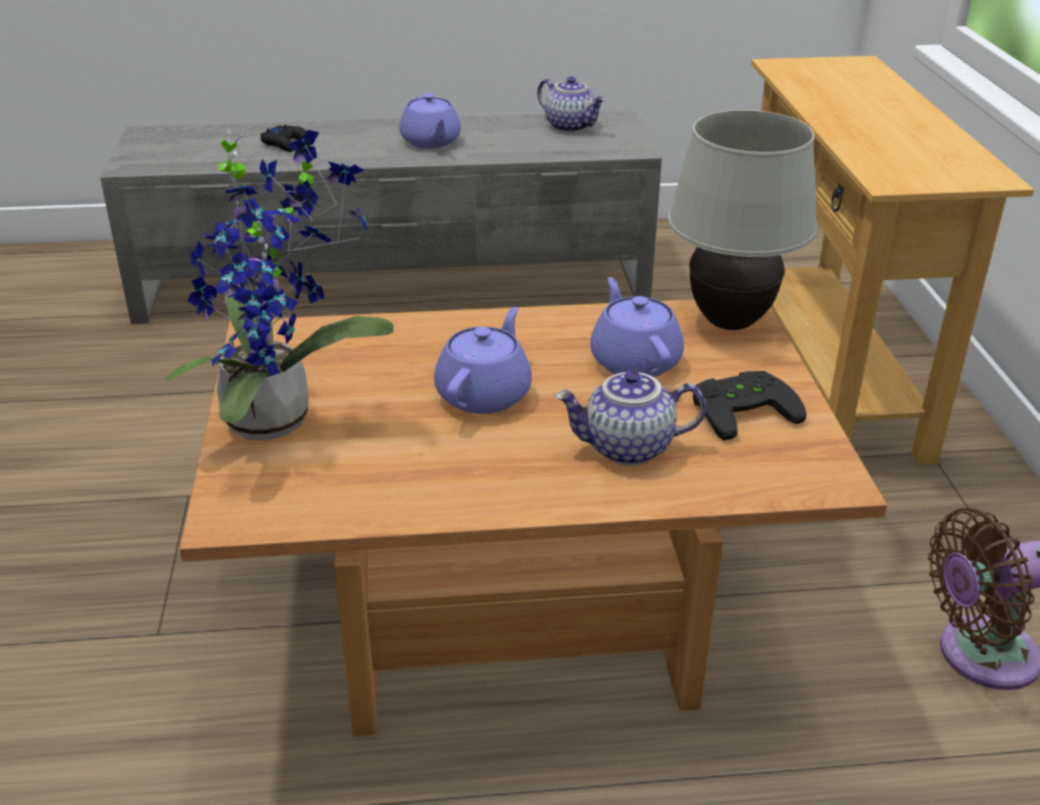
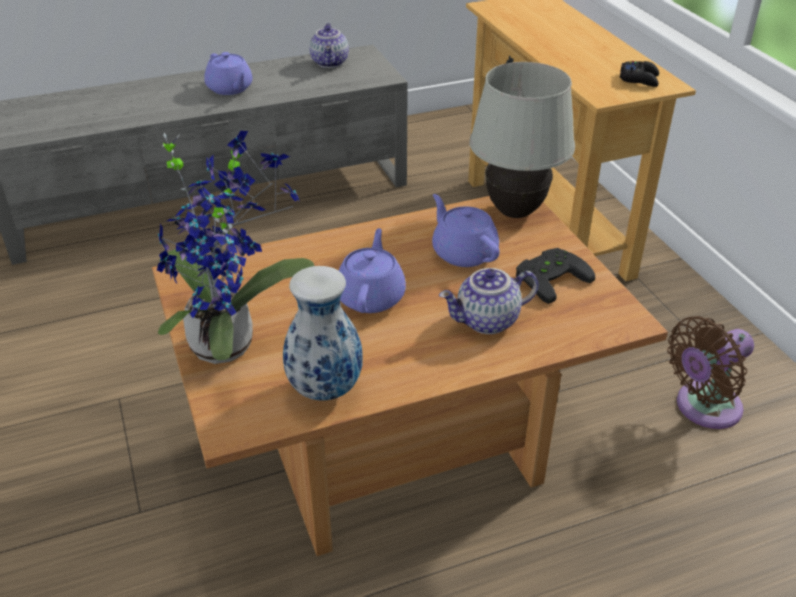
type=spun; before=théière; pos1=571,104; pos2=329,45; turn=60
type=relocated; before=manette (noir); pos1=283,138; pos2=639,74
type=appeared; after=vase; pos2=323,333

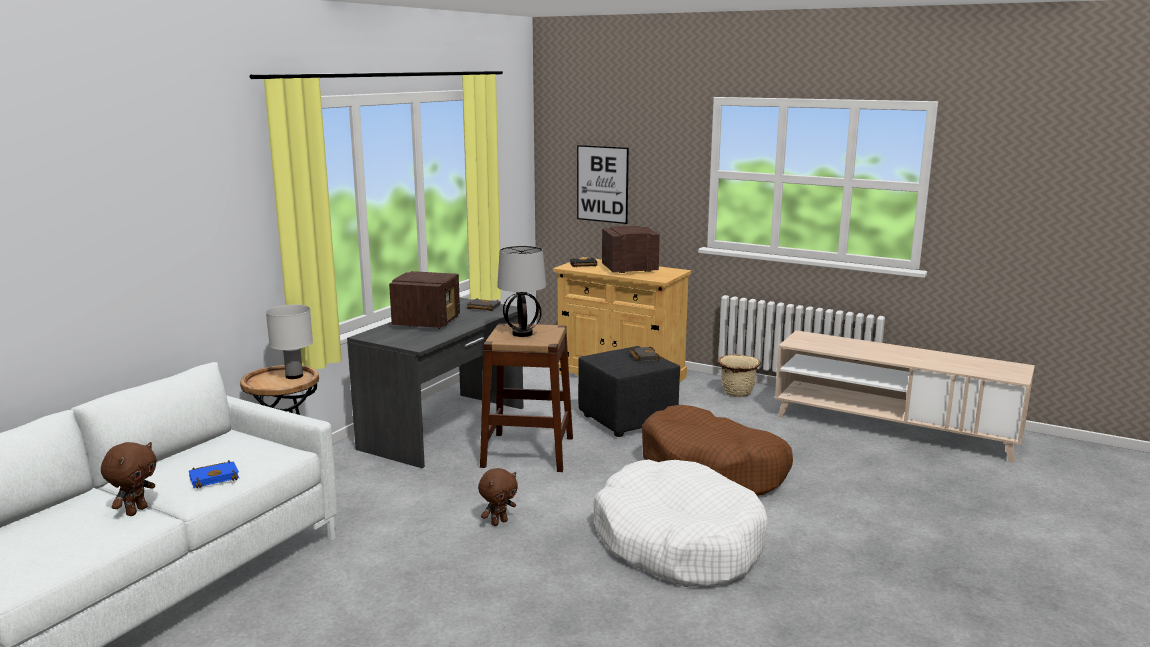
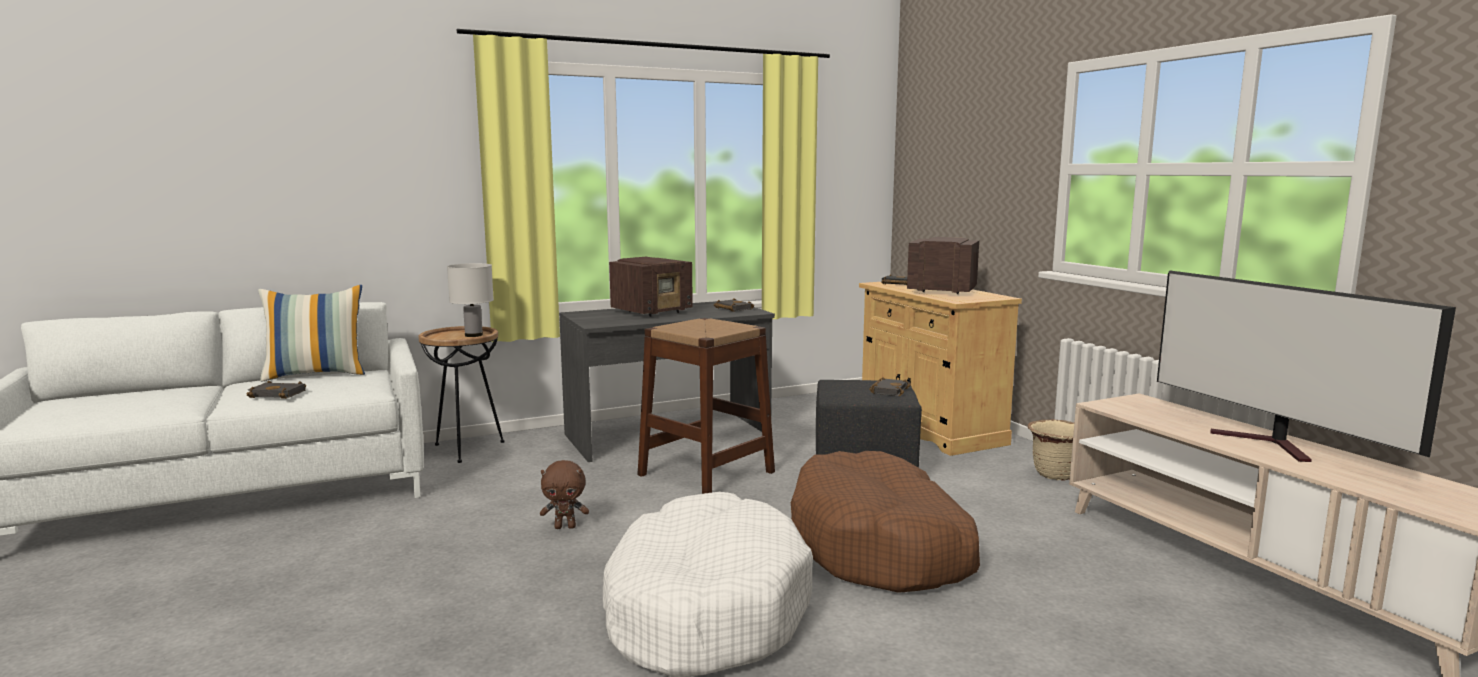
type=missing; before=tableau; pos1=603,184
type=missing; before=lampe de table; pos1=521,291
type=missing; before=peluche (marron); pos1=129,479
type=colour; before=livre (bleu); after=livre (noir); pos1=214,474; pos2=276,389
type=appeared; after=téléviseur; pos2=1306,366
type=appeared; after=coussin; pos2=311,333

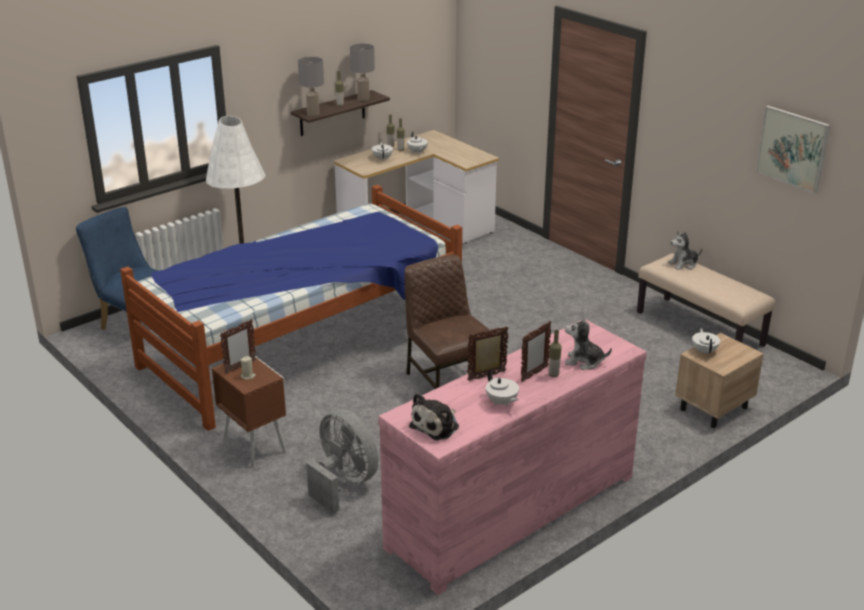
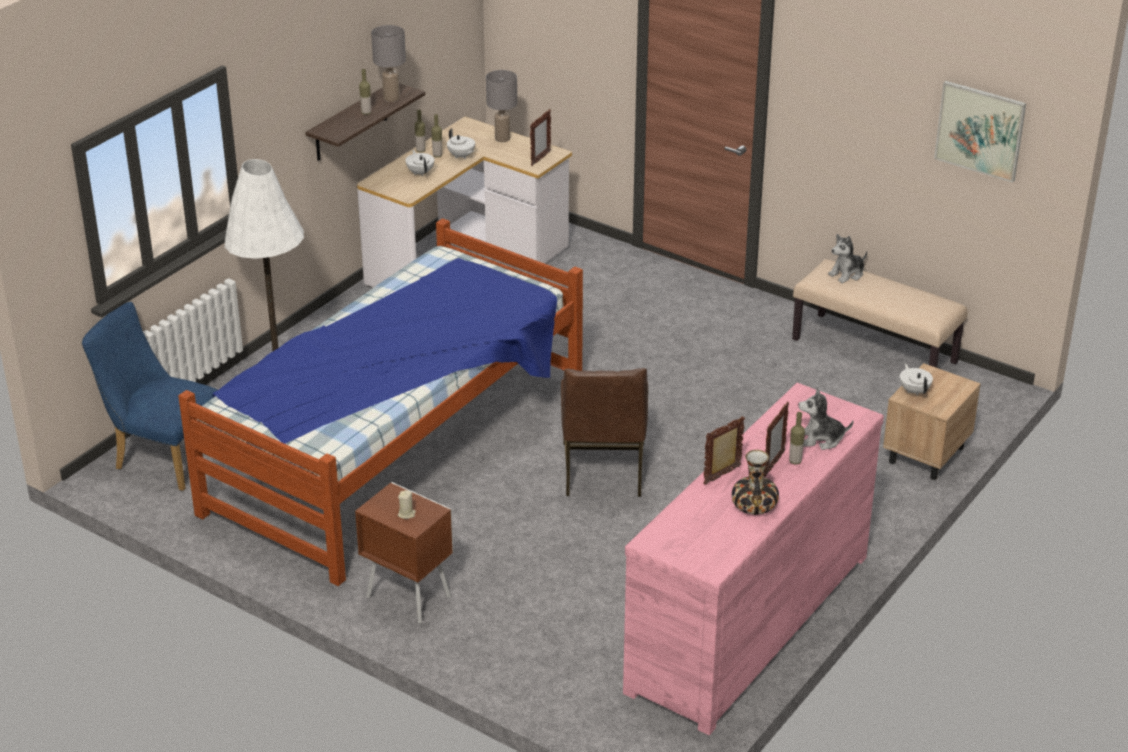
type=relocated; before=lampe de table (gris); pos1=311,86; pos2=501,106
type=spun; before=chaise (marron); pos1=448,321; pos2=604,432; turn=-135
type=relocated; before=cadre photo; pos1=238,346; pos2=540,137
type=exchanged; before=théière (blanc); after=vase; pos1=502,387; pos2=755,482
type=missing; before=peluche; pos1=434,416
type=missing; before=ventilateur (gris); pos1=342,461

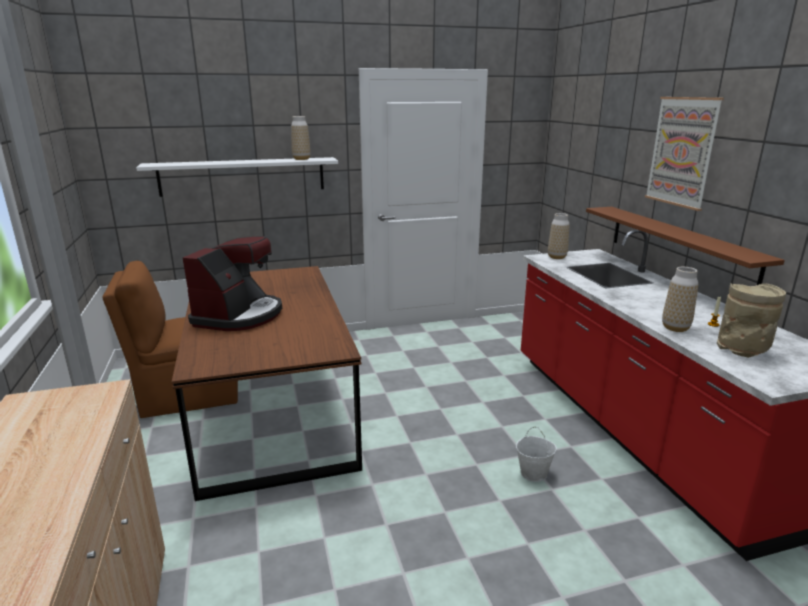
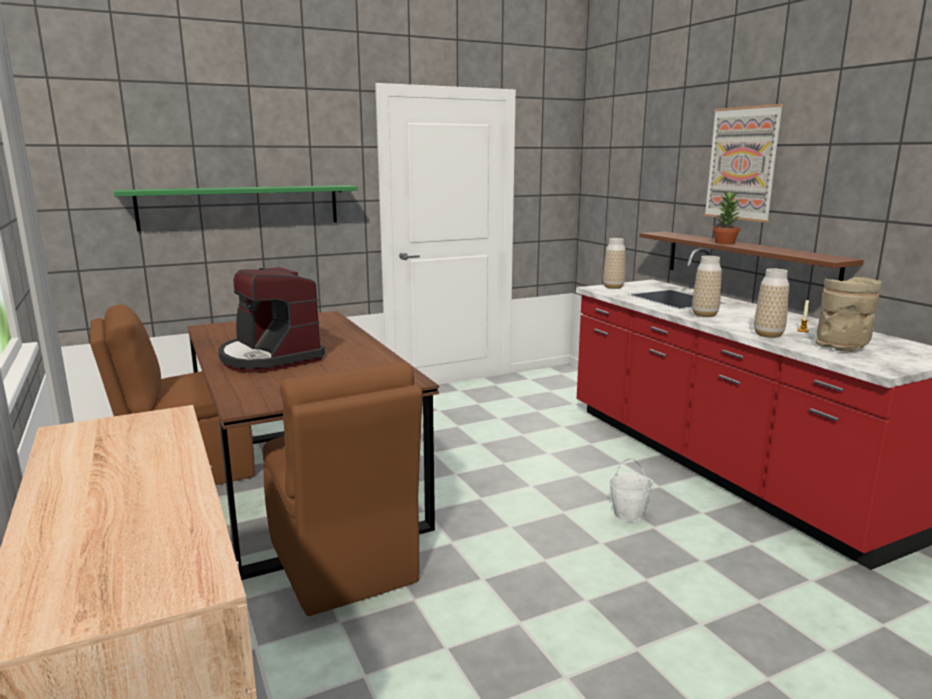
type=relocated; before=vase; pos1=300,138; pos2=707,286
type=colour; before=étagère (blanc); after=étagère (vert); pos1=237,177; pos2=235,208
type=spun; before=machine à café; pos1=232,283; pos2=271,320; turn=135
type=appeared; after=plante en pot; pos2=727,217
type=appeared; after=chaise (marron); pos2=342,489

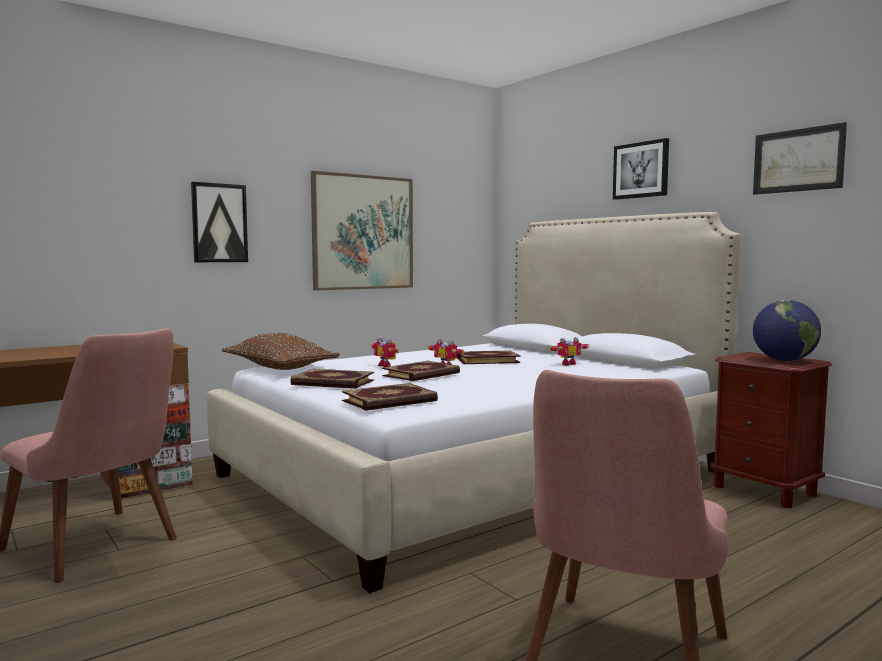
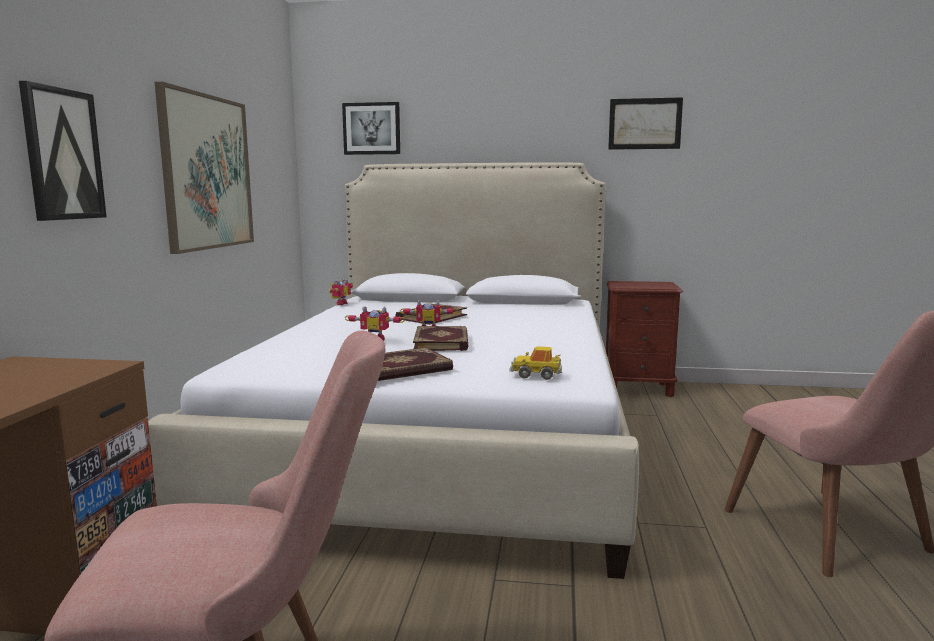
type=relocated; before=tableau; pos1=641,169; pos2=371,128
type=missing; before=globe; pos1=787,330
type=missing; before=coussin (marron); pos1=280,351
type=relocated; before=robot jouet; pos1=569,351; pos2=341,291
type=exchanged; before=livre; after=petite voiture; pos1=390,397; pos2=535,363

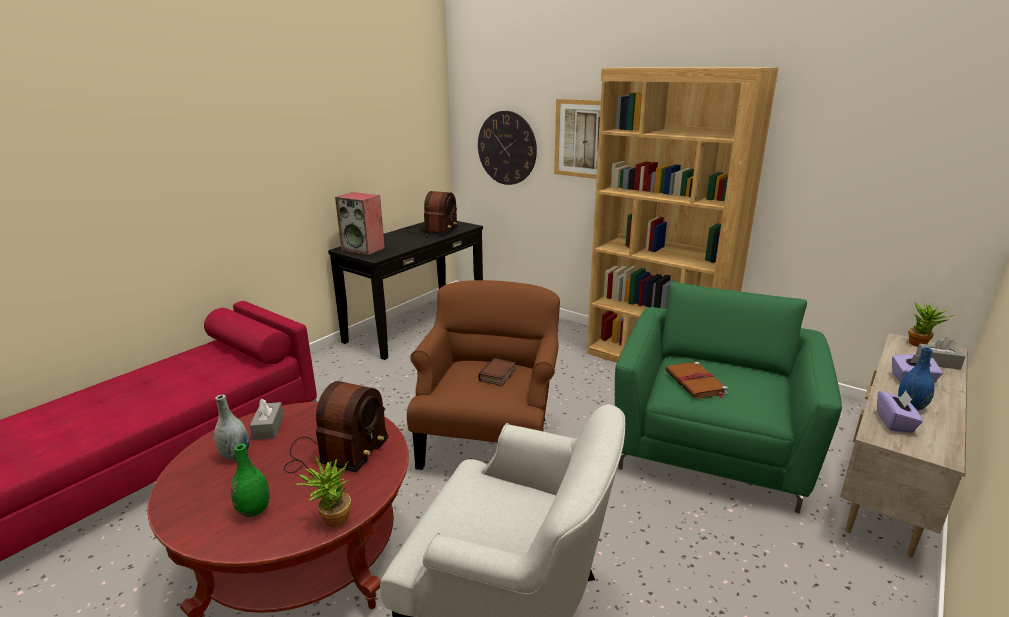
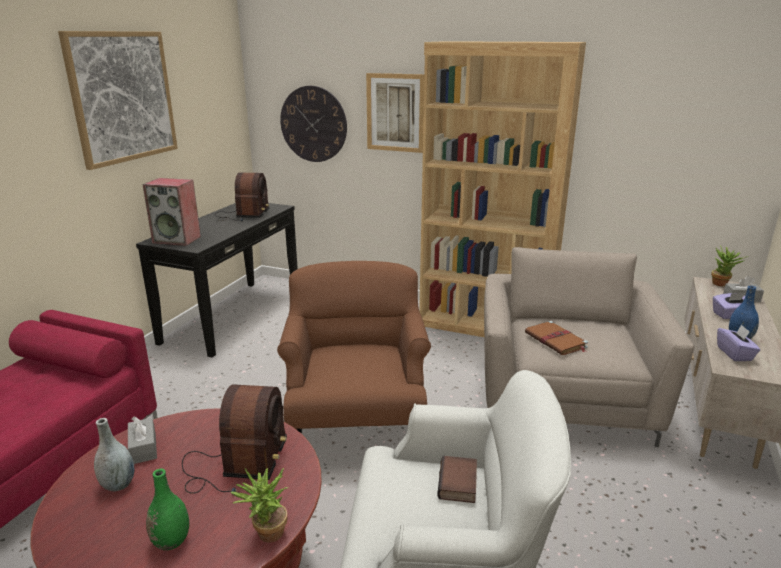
type=colour; before=fauteuil (vert); after=fauteuil (beige); pos1=728,397; pos2=589,347
type=relocated; before=livre; pos1=497,372; pos2=457,479
type=appeared; after=tableau; pos2=118,100

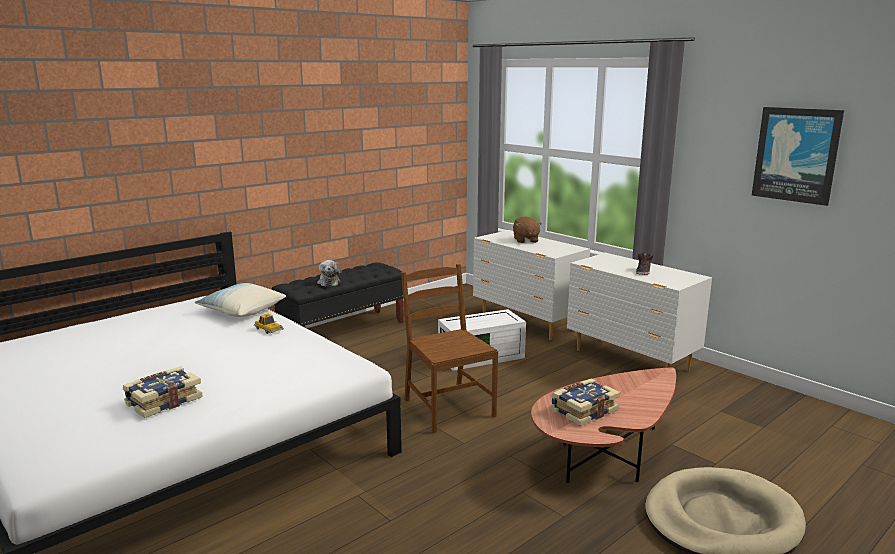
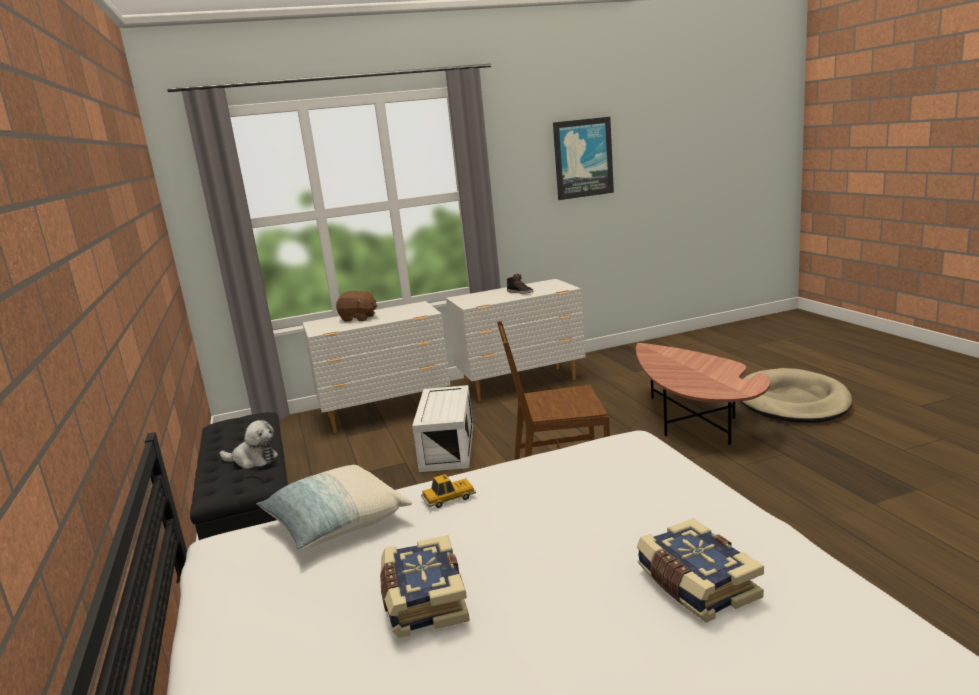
type=relocated; before=livre; pos1=585,402; pos2=425,586

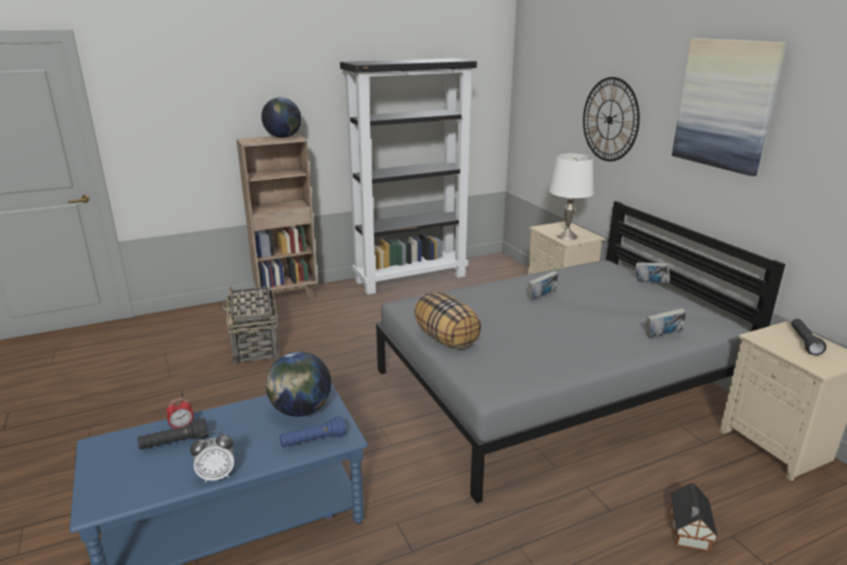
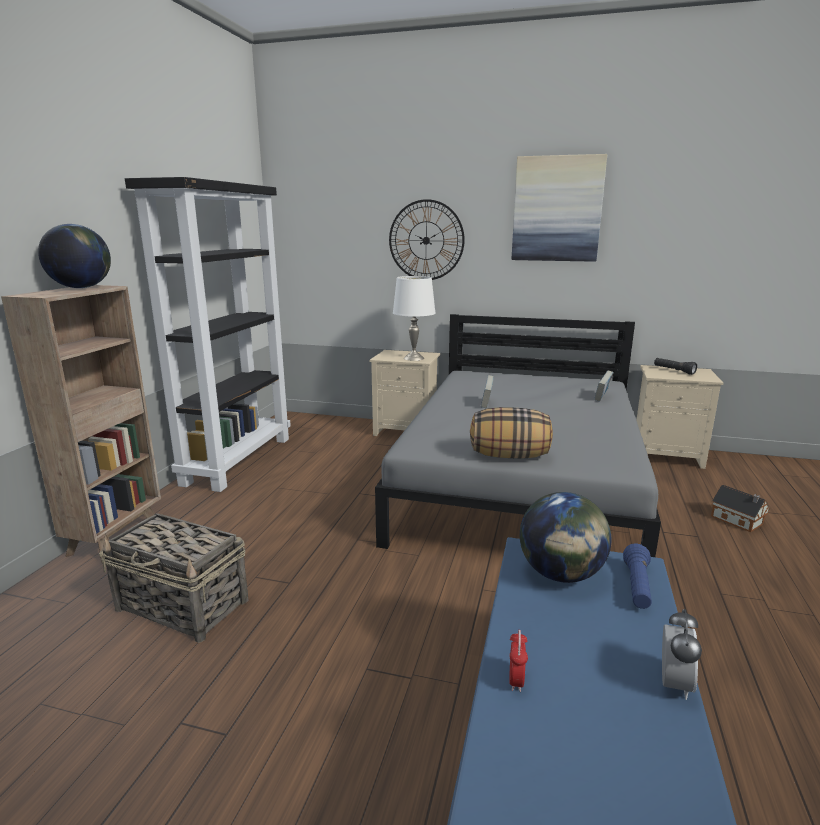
type=missing; before=livre; pos1=653,272
type=missing; before=lampe de poche (noir); pos1=173,434

